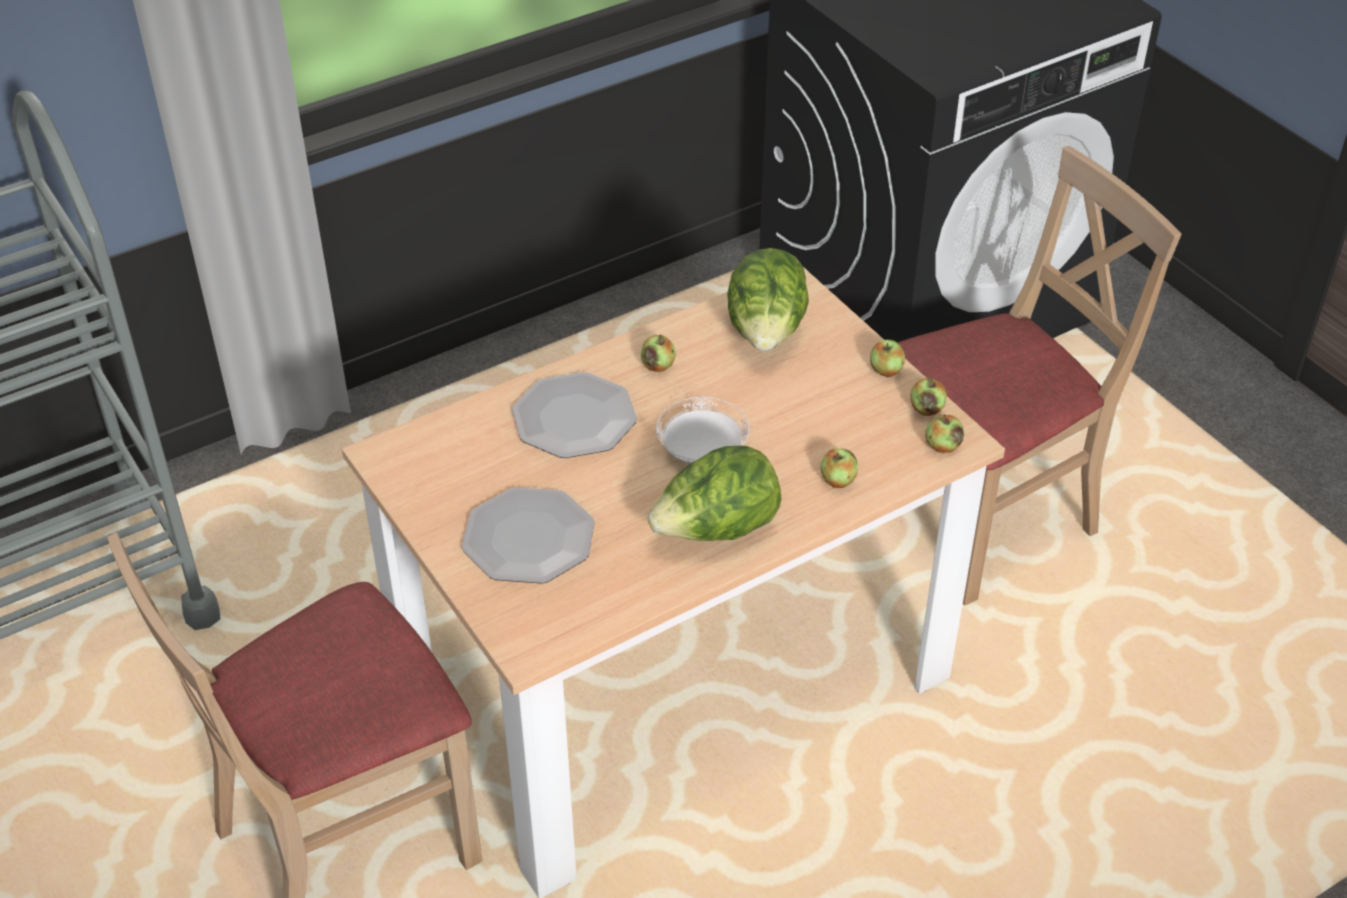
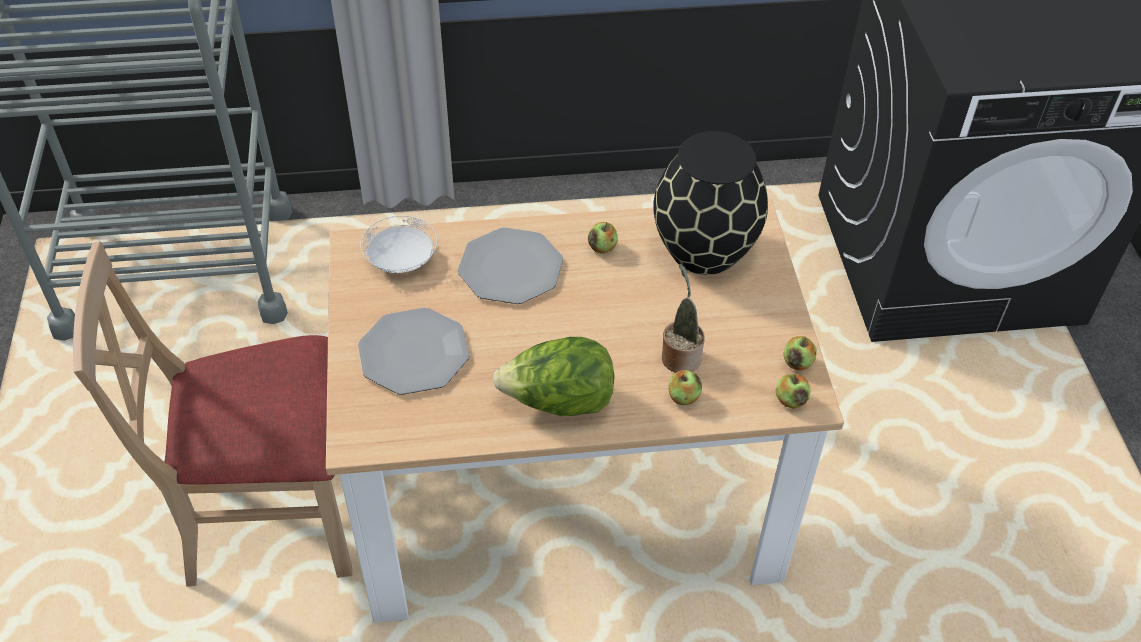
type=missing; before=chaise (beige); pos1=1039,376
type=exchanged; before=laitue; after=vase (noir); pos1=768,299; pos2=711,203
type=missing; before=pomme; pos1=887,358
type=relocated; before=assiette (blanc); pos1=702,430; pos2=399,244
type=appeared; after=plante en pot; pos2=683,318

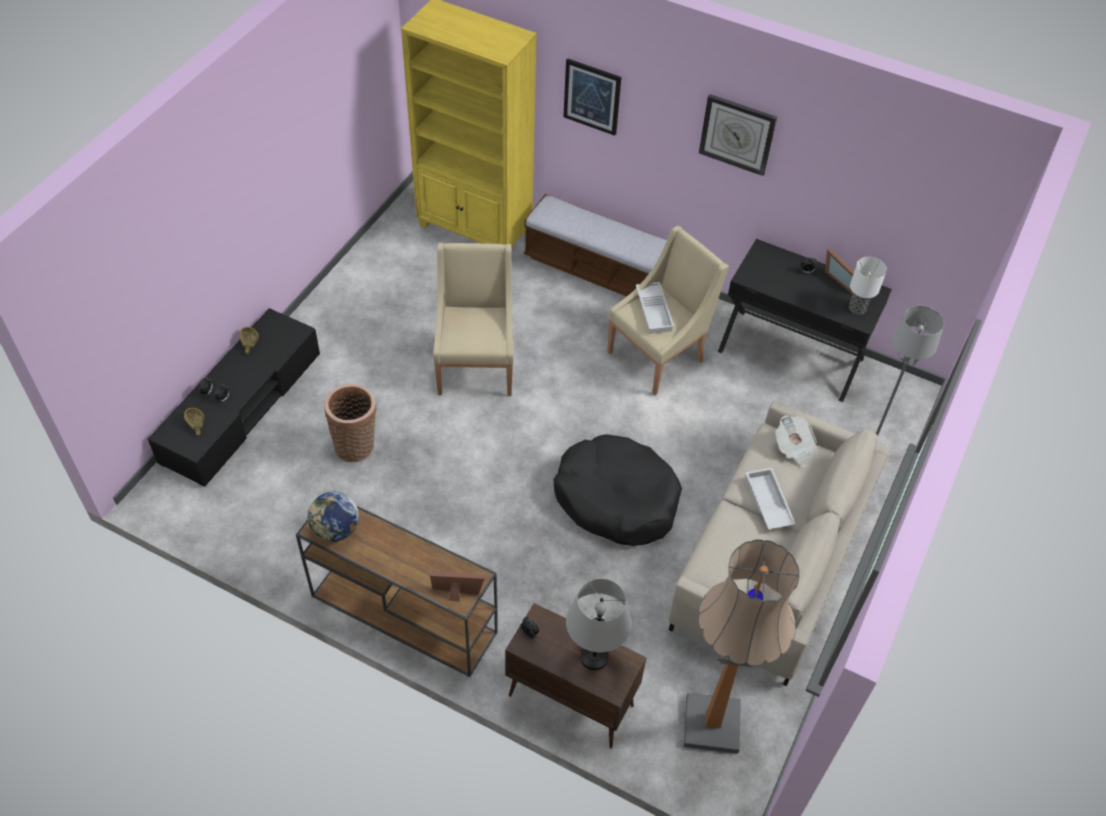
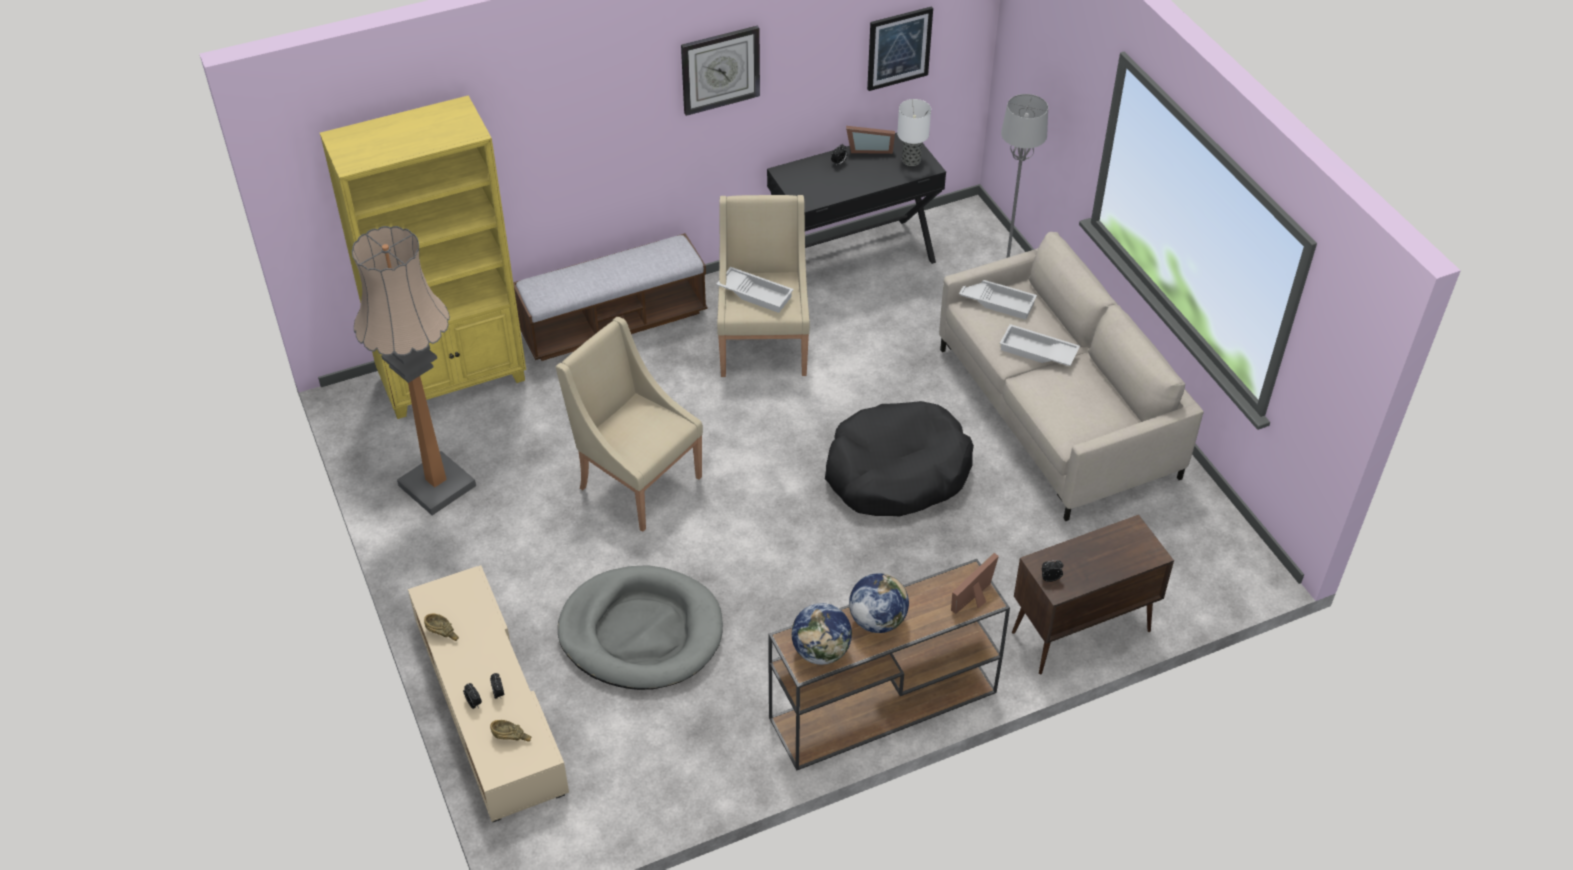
type=relocated; before=tableau; pos1=592,97; pos2=900,48
type=colour; before=meuble télé (noir); after=meuble télé (beige); pos1=234,397; pos2=488,693
type=exchanged; before=panier; after=panier pour chien (gris); pos1=350,423; pos2=640,627
type=exchanged; before=journal; after=plateau (blanc); pos1=797,441; pos2=998,300
type=relocated; before=lampadaire; pos1=741,646; pos2=414,370
type=missing; before=lampe de table (gris); pos1=599,624
type=appeared; after=globe; pos2=879,603

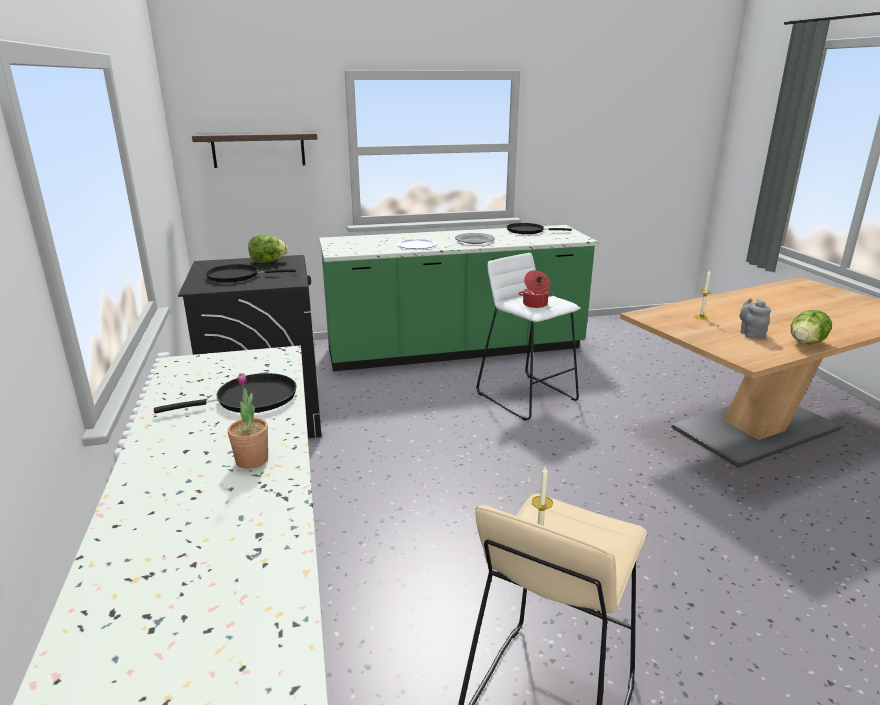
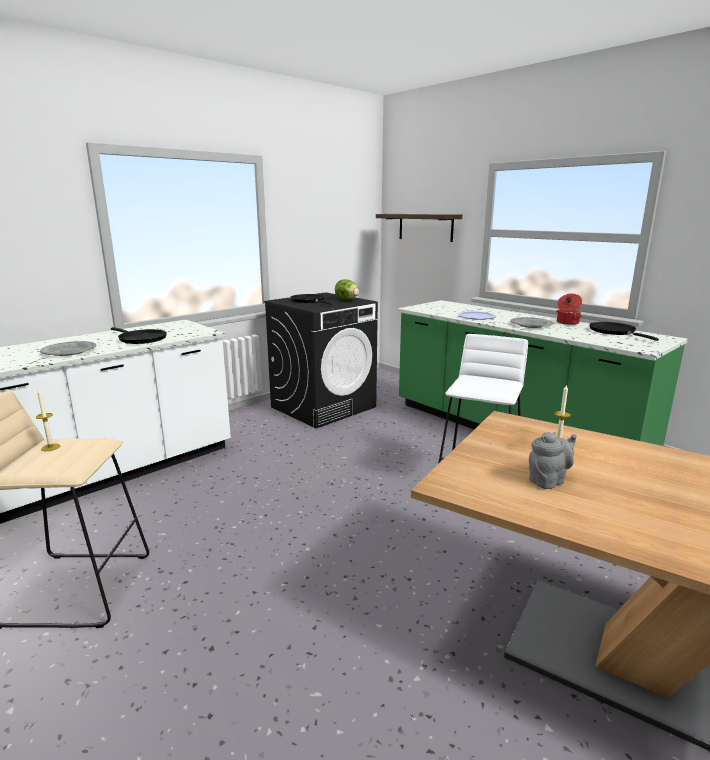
type=relocated; before=marmite; pos1=536,289; pos2=569,309
type=missing; before=laitue; pos1=811,327
type=exchanged; before=plante en pot; after=assiette (gris); pos1=248,421; pos2=68,348

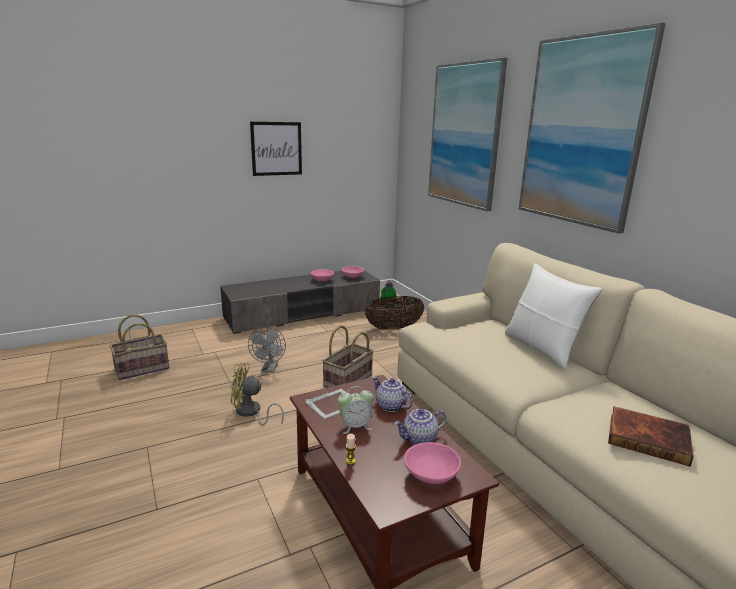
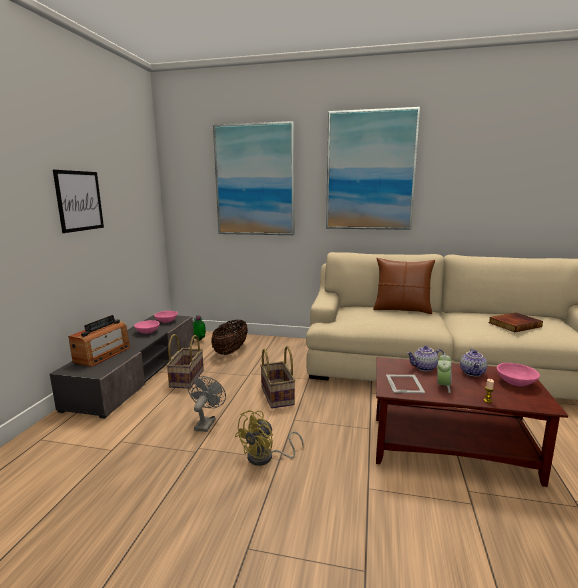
type=colour; before=coussin (blanc); after=coussin (marron); pos1=553,316; pos2=404,286
type=relocated; before=panier; pos1=139,347; pos2=185,361
type=spun; before=ventilateur (gris); pos1=267,349; pos2=207,404; turn=-120
type=appeared; after=radio; pos2=99,341

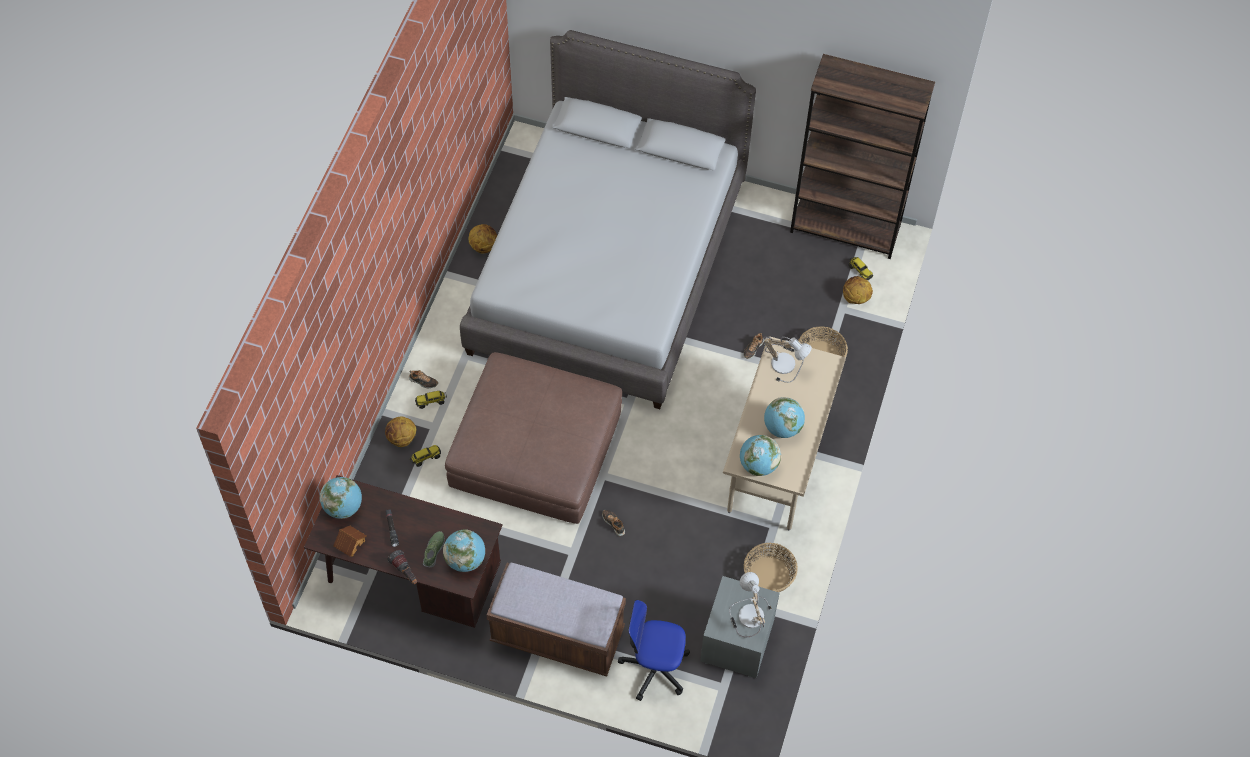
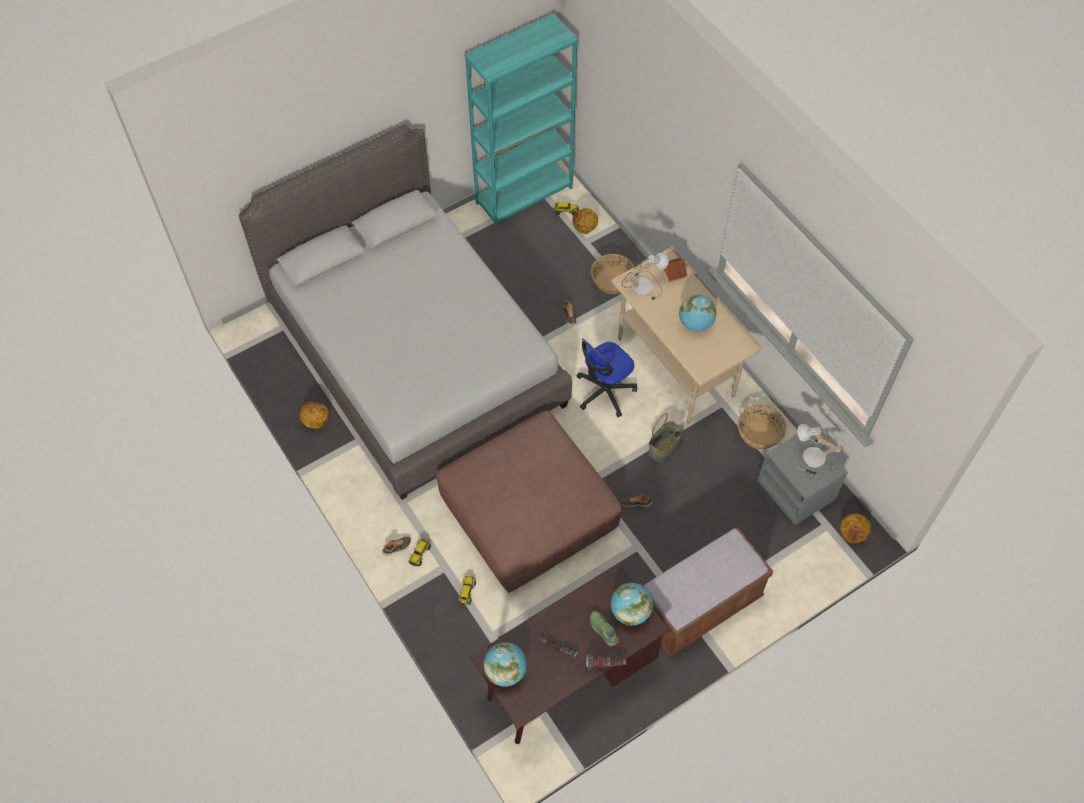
type=colour; before=bibliothèque (marron); after=bibliothèque (turquoise); pos1=862,156; pos2=521,120
type=relocated; before=ballon de basket; pos1=400,432; pos2=855,528
type=missing; before=globe; pos1=760,455
type=relocated; before=maison miniature; pos1=349,541; pos2=675,270
type=relocated; before=chaise de bureau; pos1=654,650; pos2=607,377
type=appeared; after=panier; pos2=666,438

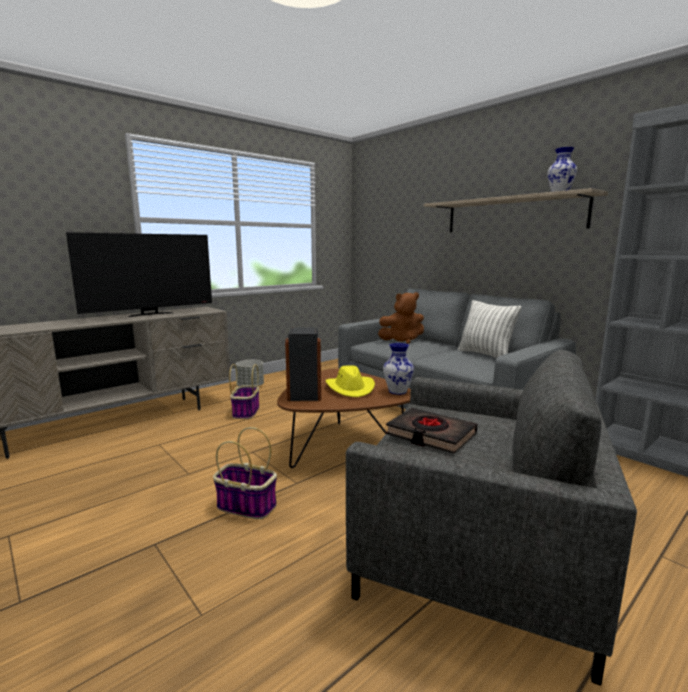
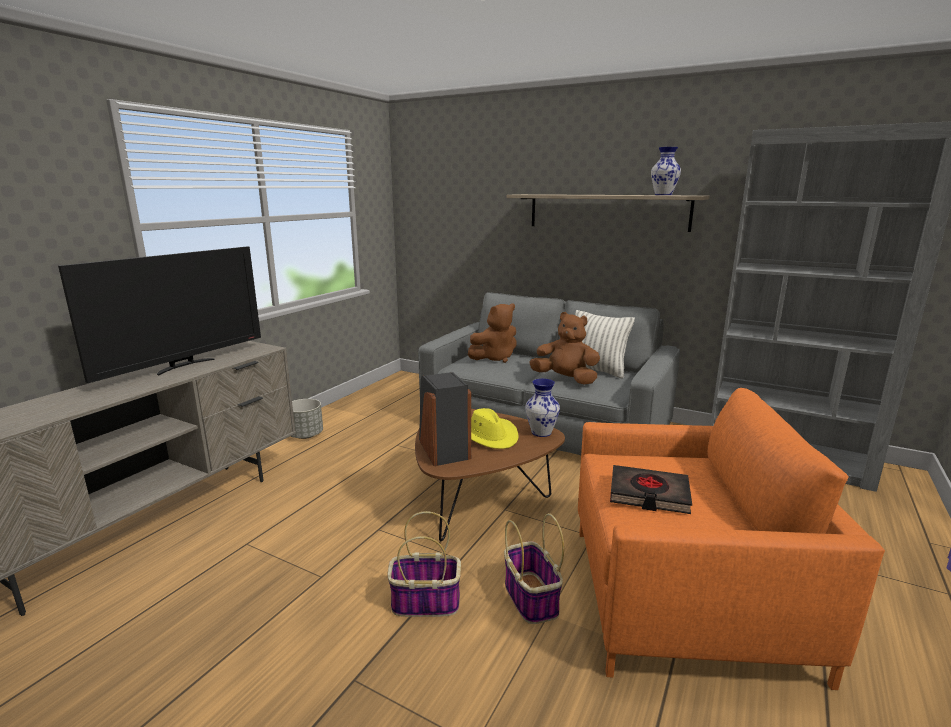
type=colour; before=fauteuil (gris); after=fauteuil (orange); pos1=491,518; pos2=731,539
type=relocated; before=panier; pos1=244,391; pos2=534,568
type=appeared; after=peluche (marron); pos2=564,348

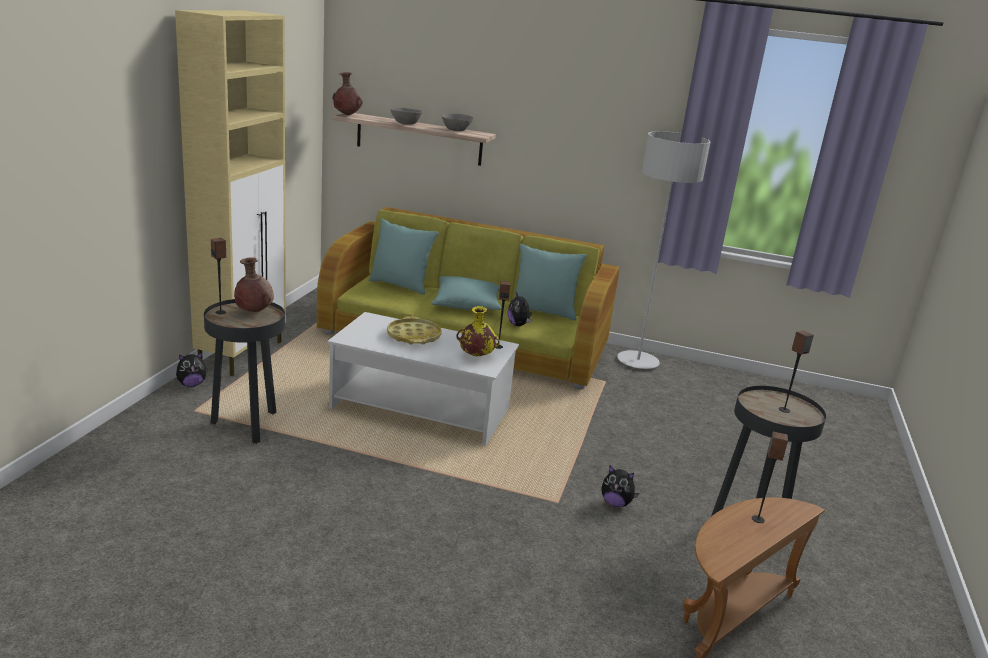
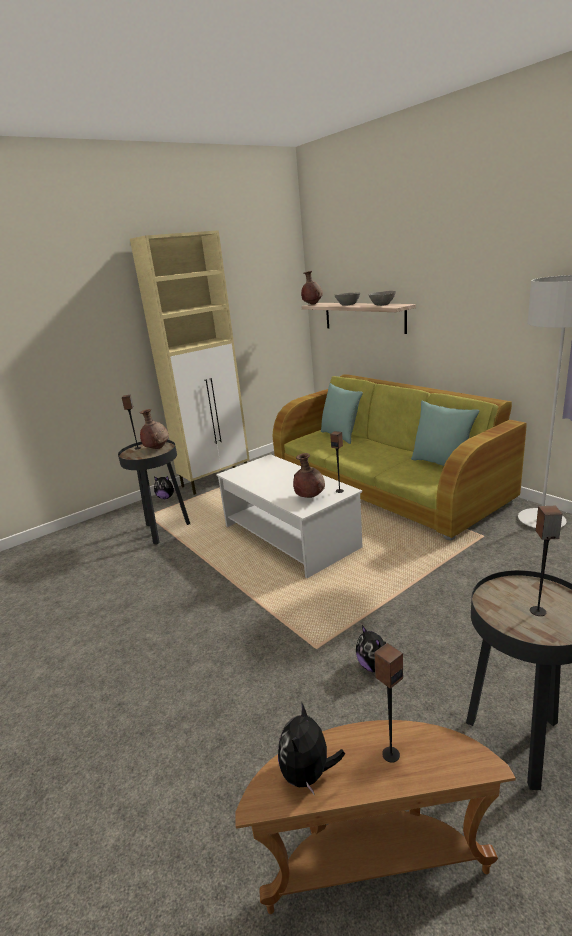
type=missing; before=coussin (turquoise); pos1=466,293
type=relocated; before=peluche; pos1=519,309; pos2=311,749
type=colour; before=vase (jaune); after=vase (marron); pos1=478,331; pos2=309,475
type=missing; before=plateau (jaune); pos1=414,330

